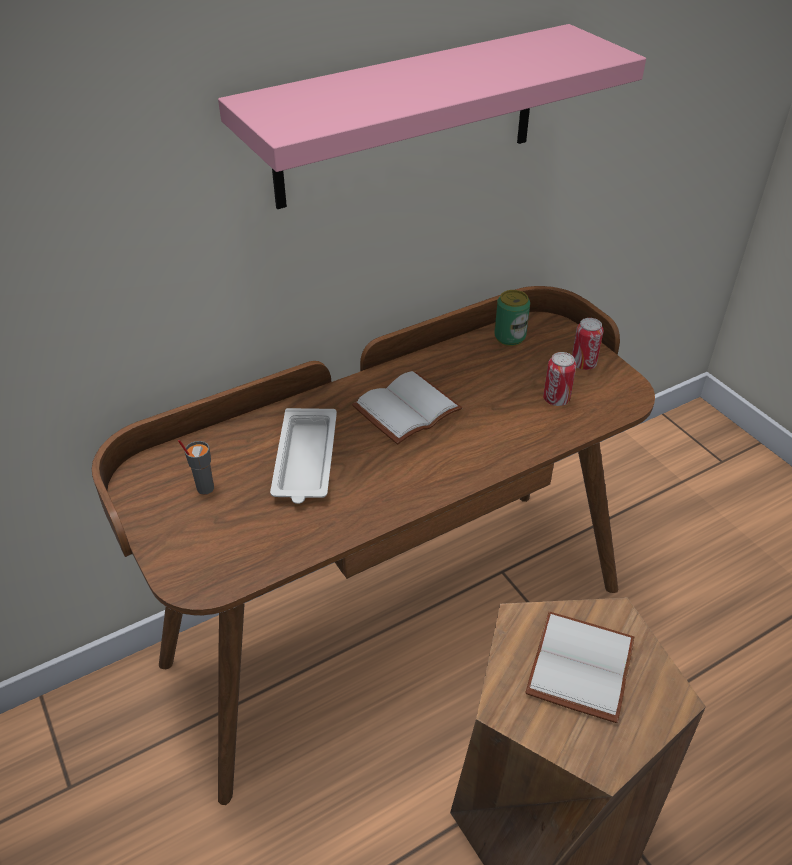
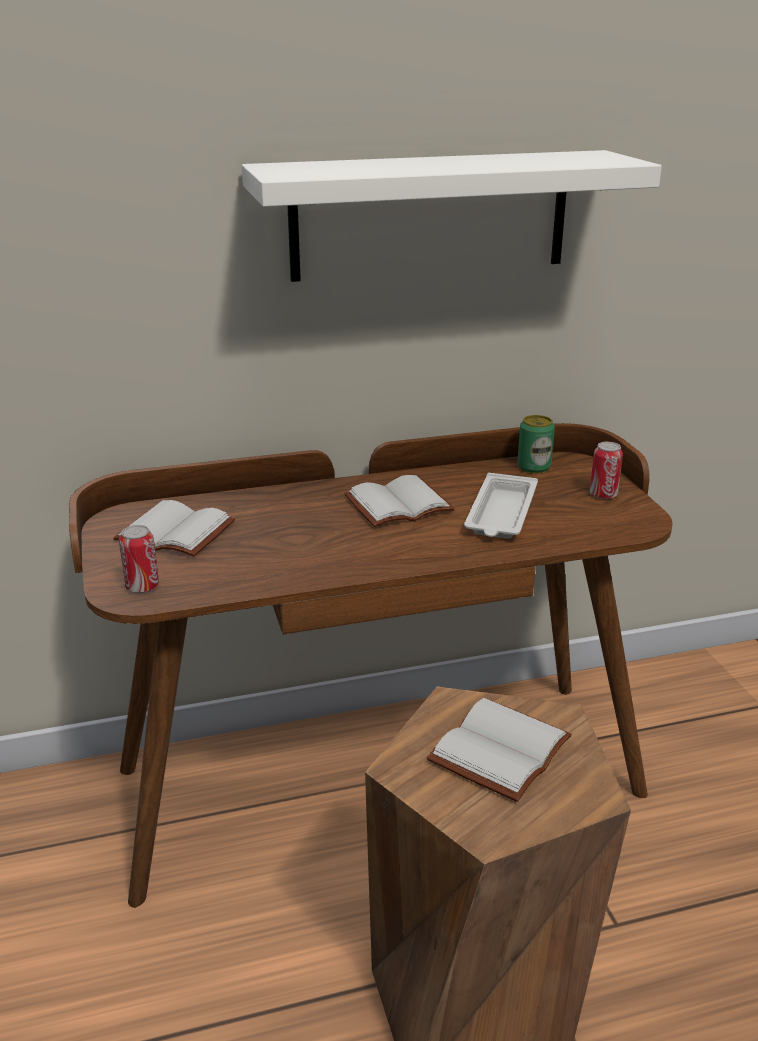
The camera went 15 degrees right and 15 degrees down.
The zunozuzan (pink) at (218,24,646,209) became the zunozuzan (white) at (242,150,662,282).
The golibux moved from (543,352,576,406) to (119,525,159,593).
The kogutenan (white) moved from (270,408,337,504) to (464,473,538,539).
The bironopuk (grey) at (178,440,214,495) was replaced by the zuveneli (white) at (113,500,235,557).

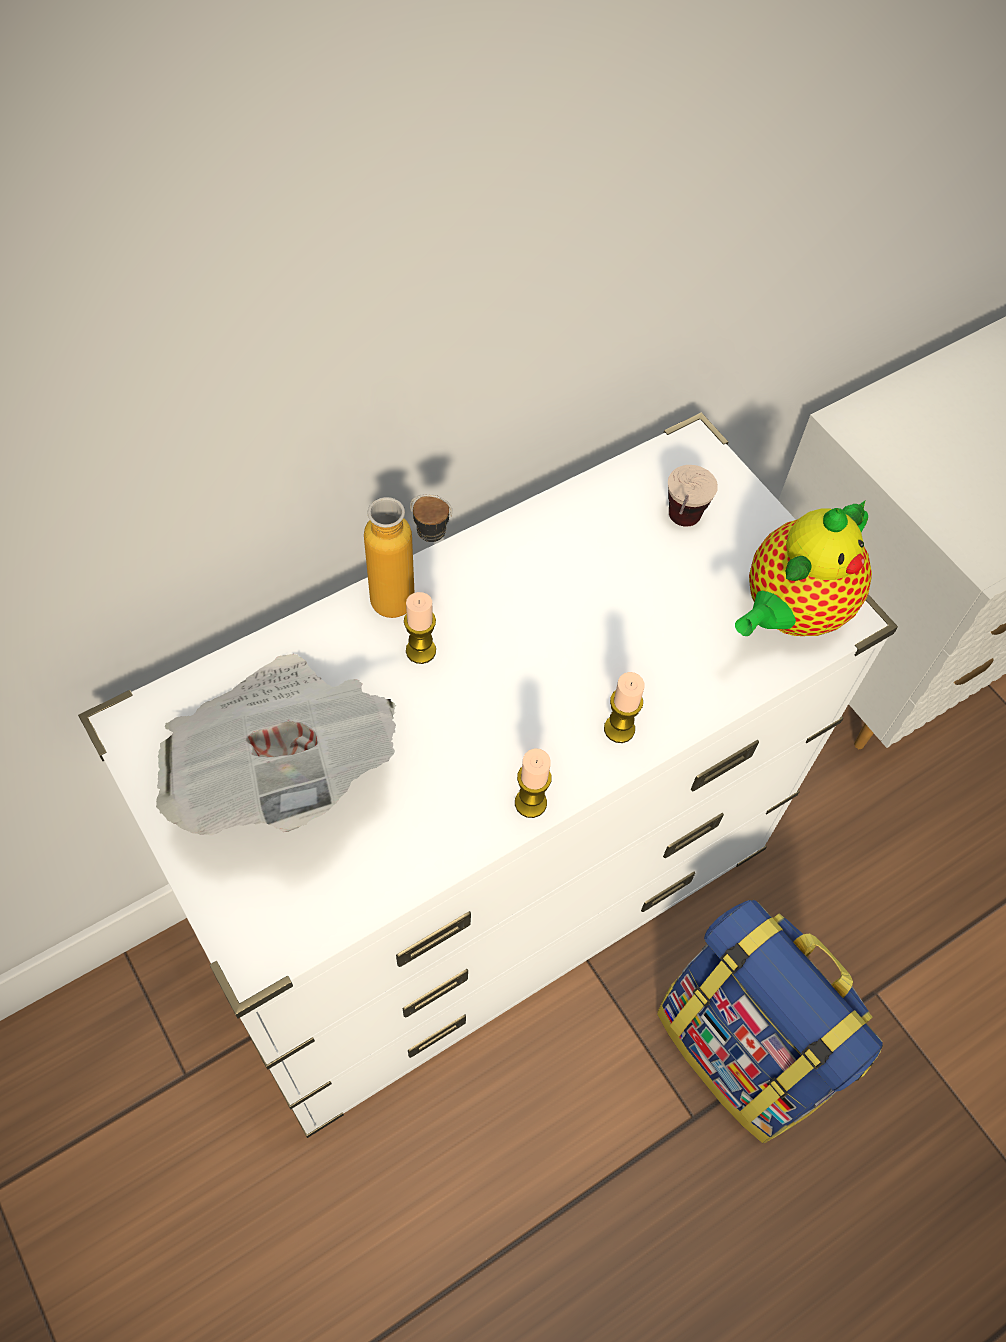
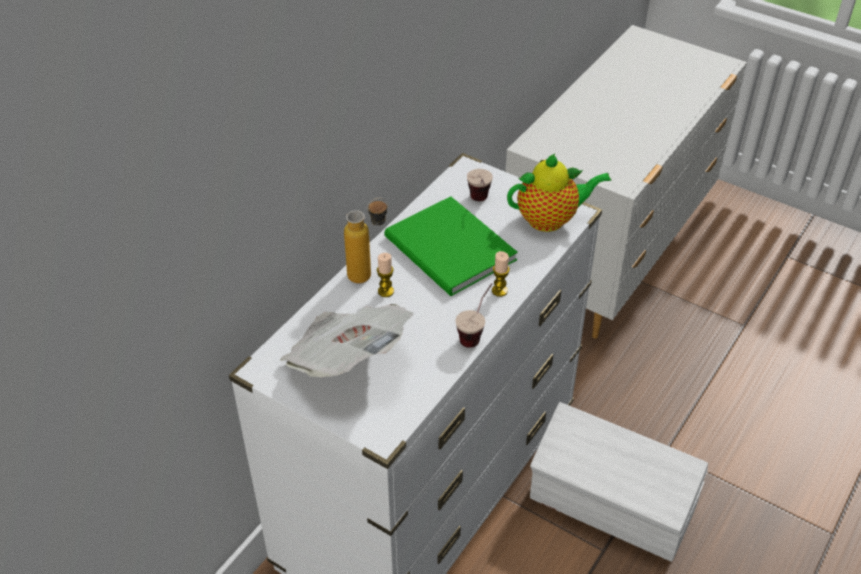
The camera went 20 degrees left and 15 degrees down.
The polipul at (735,501,872,636) turned 120 degrees counterclockwise.
The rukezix at (515,748,552,818) was replaced by the bironopuk at (455,283,492,348).
The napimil at (657,900,883,1143) was replaced by the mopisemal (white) at (530,402,708,562).
The zuveneli (green) at (384,196,518,296) appeared.

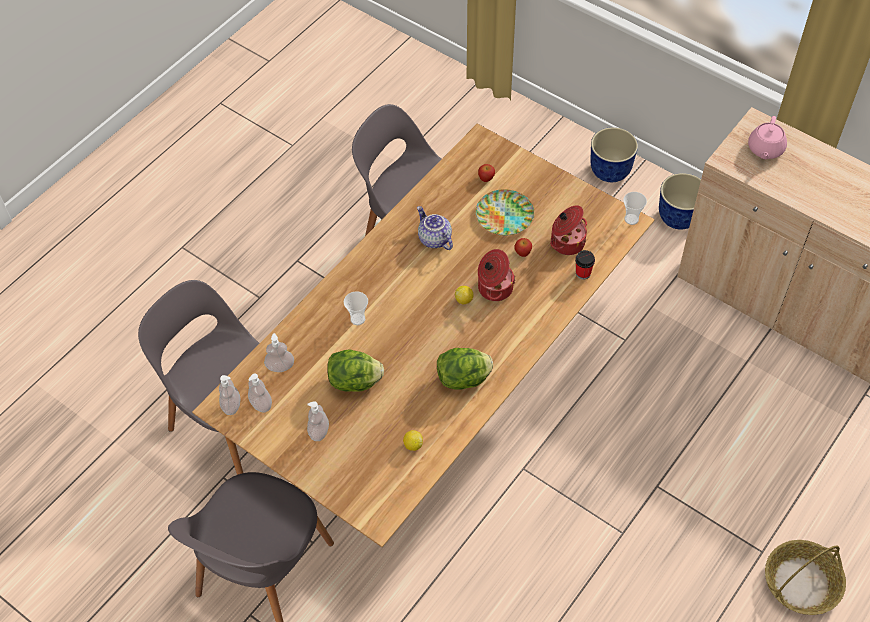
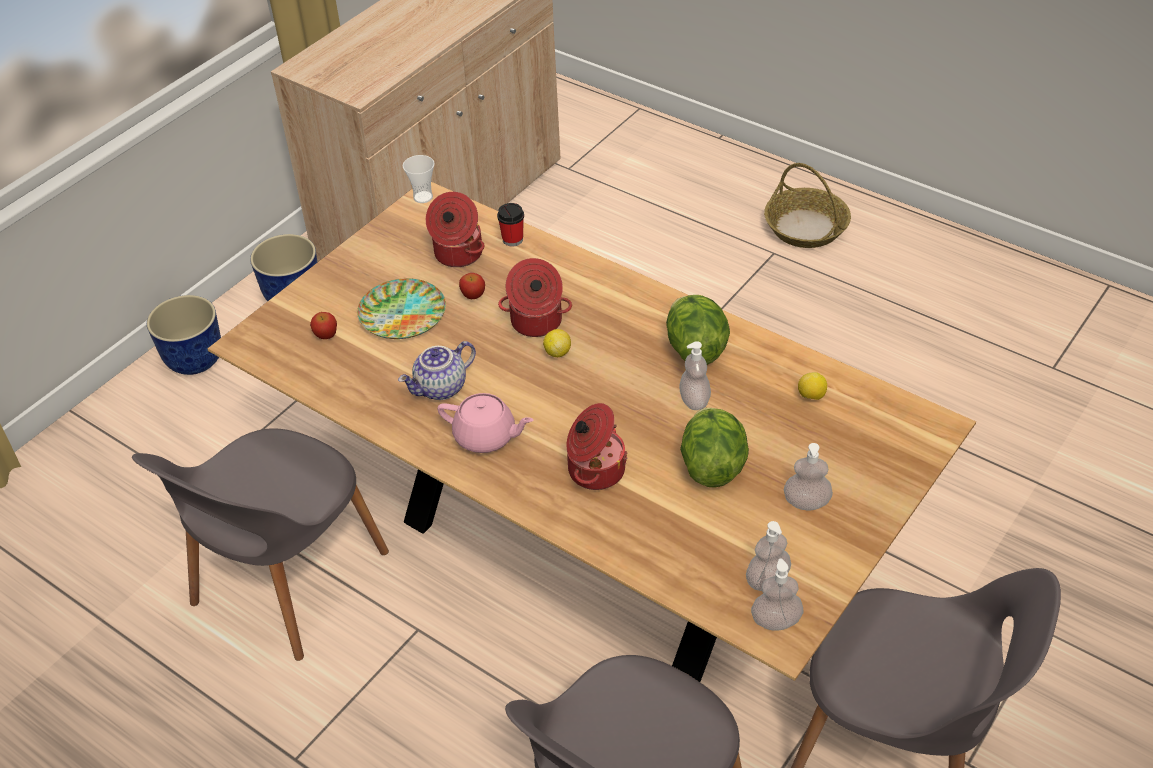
The camera went 90 degrees left and 10 degrees down.
The polipul (pink) moved from (748,116,787,159) to (437,393,534,453).
The bironopuk at (344,291,368,325) was replaced by the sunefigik at (567,403,628,490).
The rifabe moved from (264,333,294,372) to (679,341,711,410).

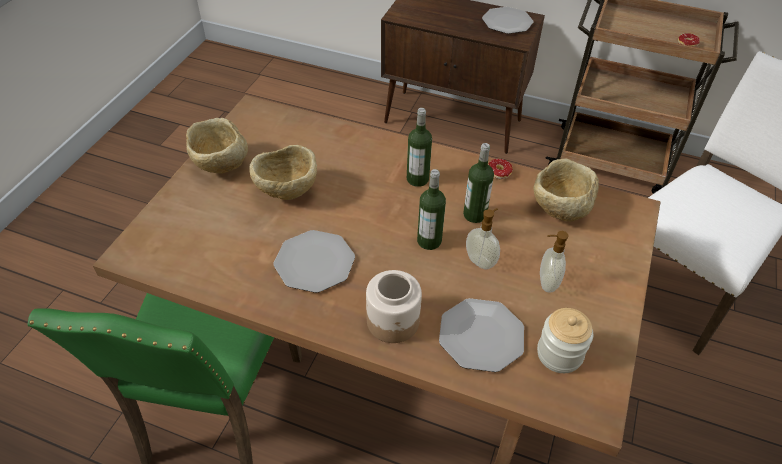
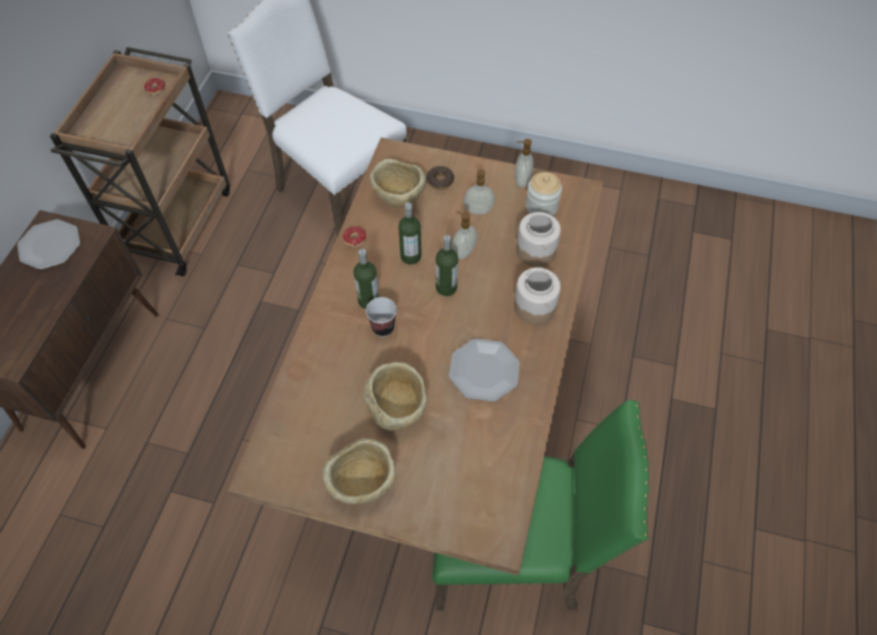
The camera went 95 degrees left and 10 degrees up.
The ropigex at (439,298,524,372) was replaced by the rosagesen at (516,212,561,267).
The rifabe at (515,139,533,187) appeared.
The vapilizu at (426,166,454,190) appeared.
The bironopuk at (366,297,397,337) appeared.

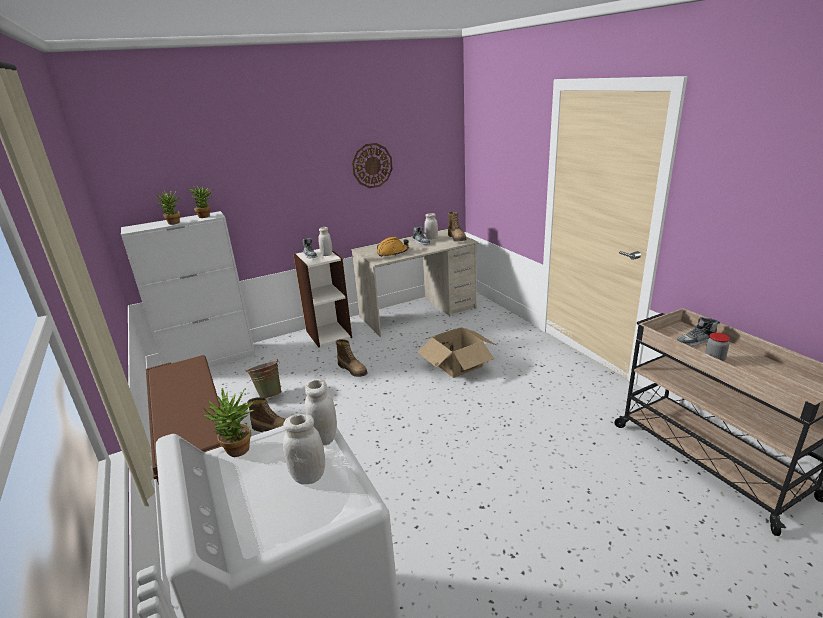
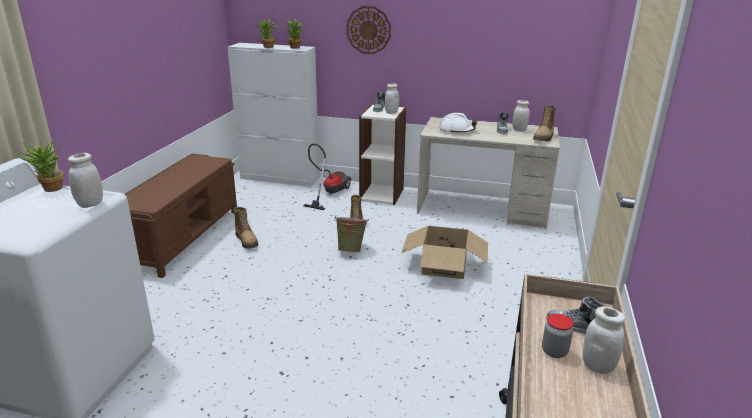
The camera went 40 degrees right and 0 degrees up.
The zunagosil moved from (352,143,393,188) to (346,6,391,54).
The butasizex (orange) at (377,237,409,257) became the butasizex (white) at (439,113,477,133).
The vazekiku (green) moved from (245,359,282,399) to (334,216,369,252).
The rosagesen (white) moved from (283,414,325,484) to (583,306,625,374).
The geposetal at (303,144,351,210) appeared.

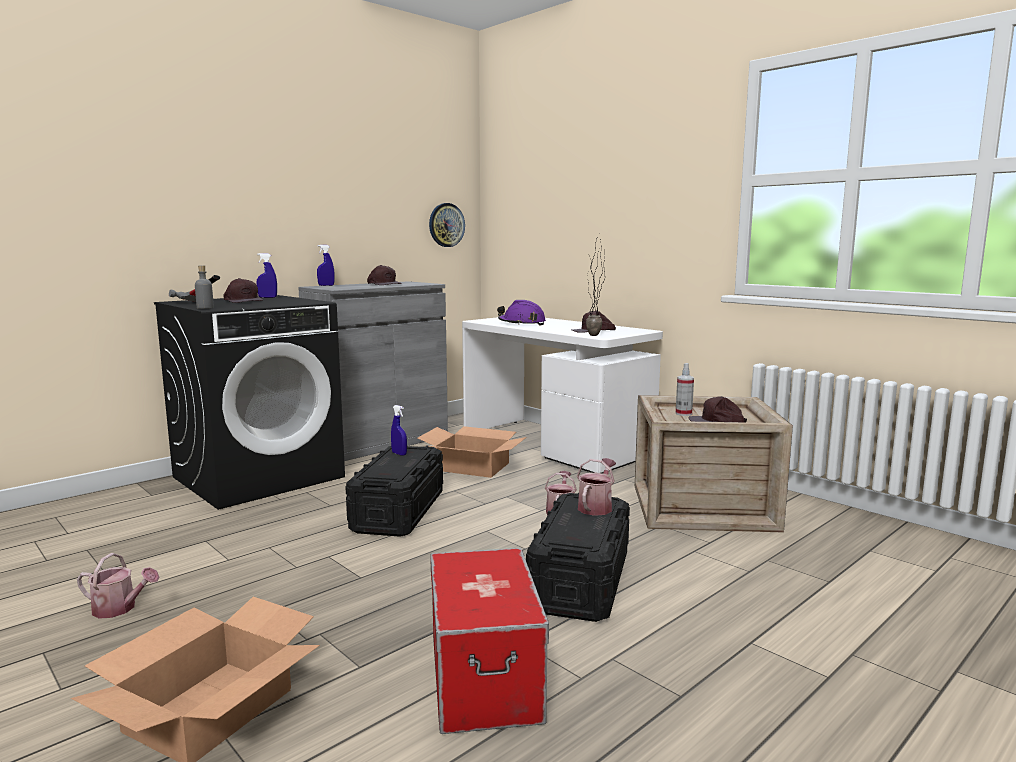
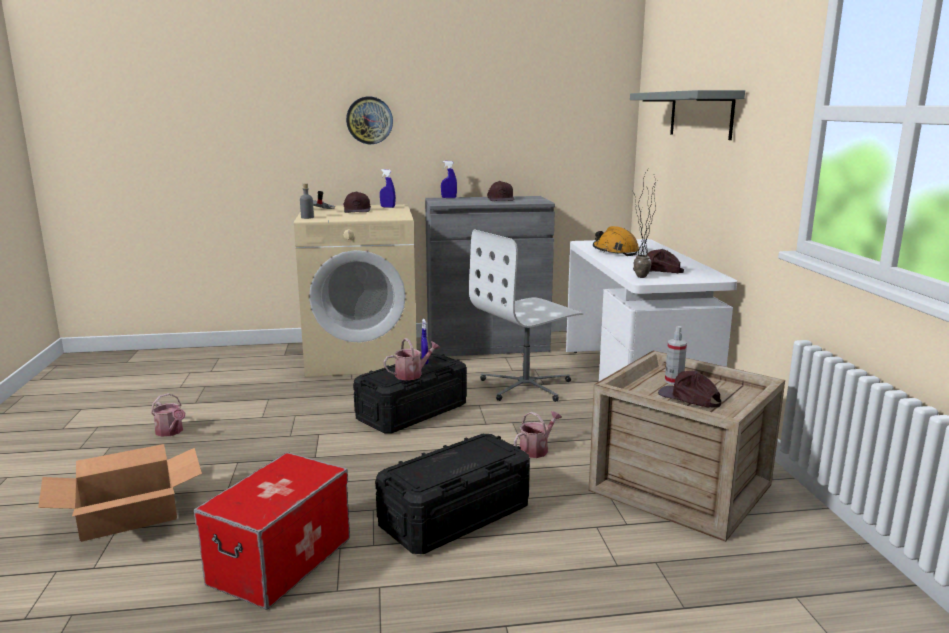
The camera went 35 degrees right and 5 degrees up.
The zunagosil moved from (429,203,465,247) to (346,97,393,144).
The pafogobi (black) at (154,295,345,510) became the pafogobi (beige) at (294,204,417,377).
The butasizex (purple) at (497,300,546,325) became the butasizex (orange) at (593,226,639,256).
The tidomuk at (418,426,527,478) was replaced by the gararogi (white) at (469,229,584,402).
The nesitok moved from (577,458,616,516) to (383,338,440,380).
The zunozuzan (grey) at (630,90,745,140) appeared.

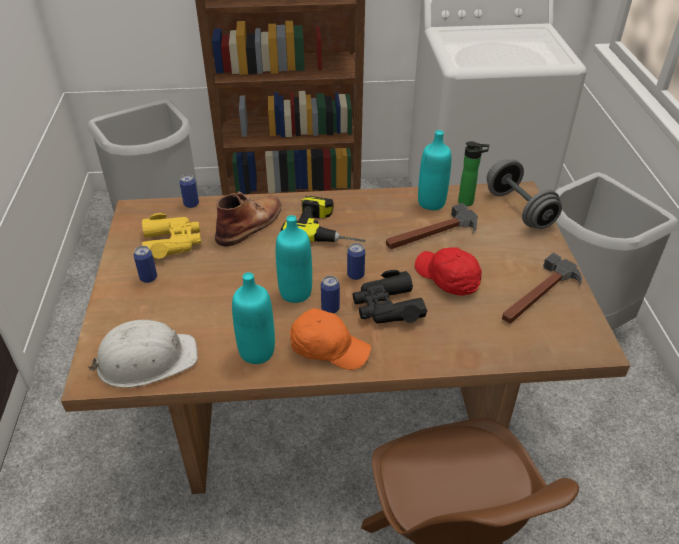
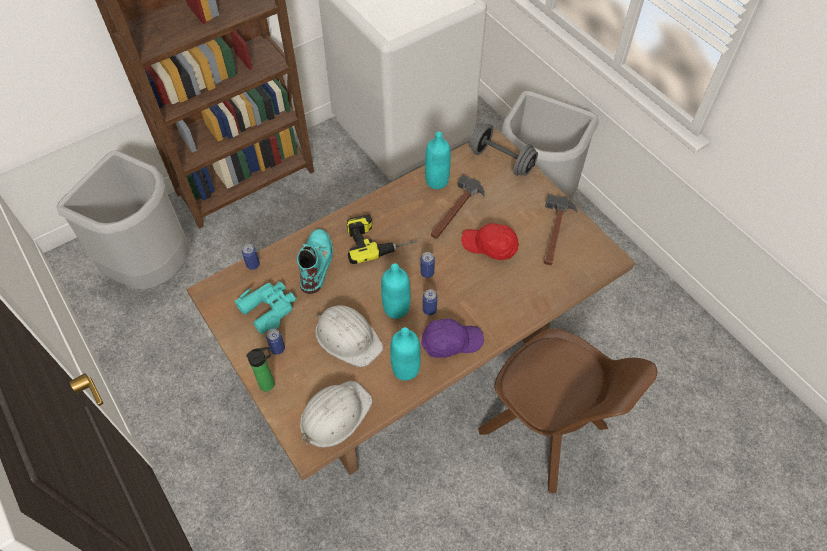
The camera went 30 degrees left and 15 degrees up.
The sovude moved from (458,141,489,206) to (246,347,275,391).
The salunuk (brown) at (215,191,281,247) became the salunuk (turquoise) at (297,229,333,294).
The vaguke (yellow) at (142,213,201,259) became the vaguke (turquoise) at (234,282,296,334).
The vaguke (black) at (353,270,427,323) disappeared.
The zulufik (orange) at (290,308,371,370) became the zulufik (purple) at (421,319,484,358).
The butasizex (white) at (315,305,383,367) appeared.

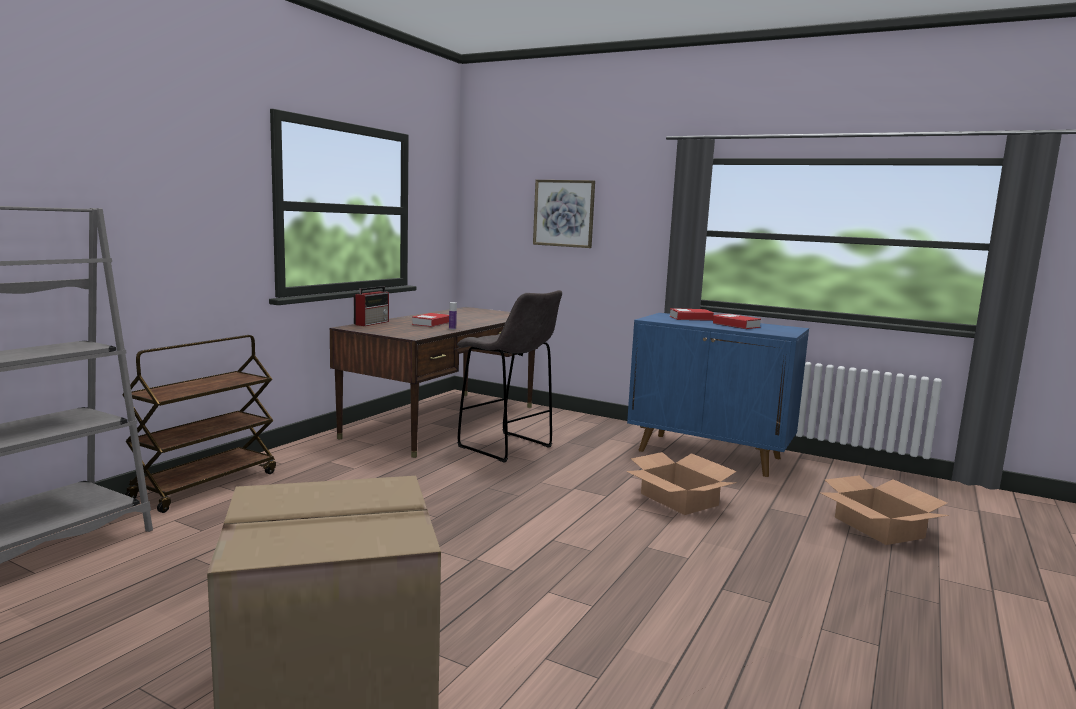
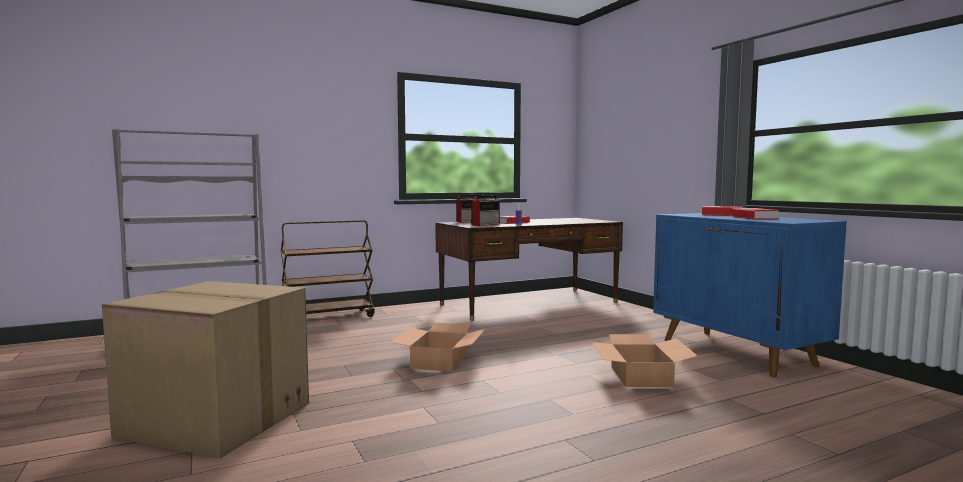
The camera went 35 degrees right and 5 degrees down.
The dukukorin at (533,180,595,248) disappeared.
The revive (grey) at (457,290,562,463) disappeared.
The tidomuk moved from (821,476,949,545) to (391,322,485,372).
The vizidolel at (471,195,500,226) appeared.

